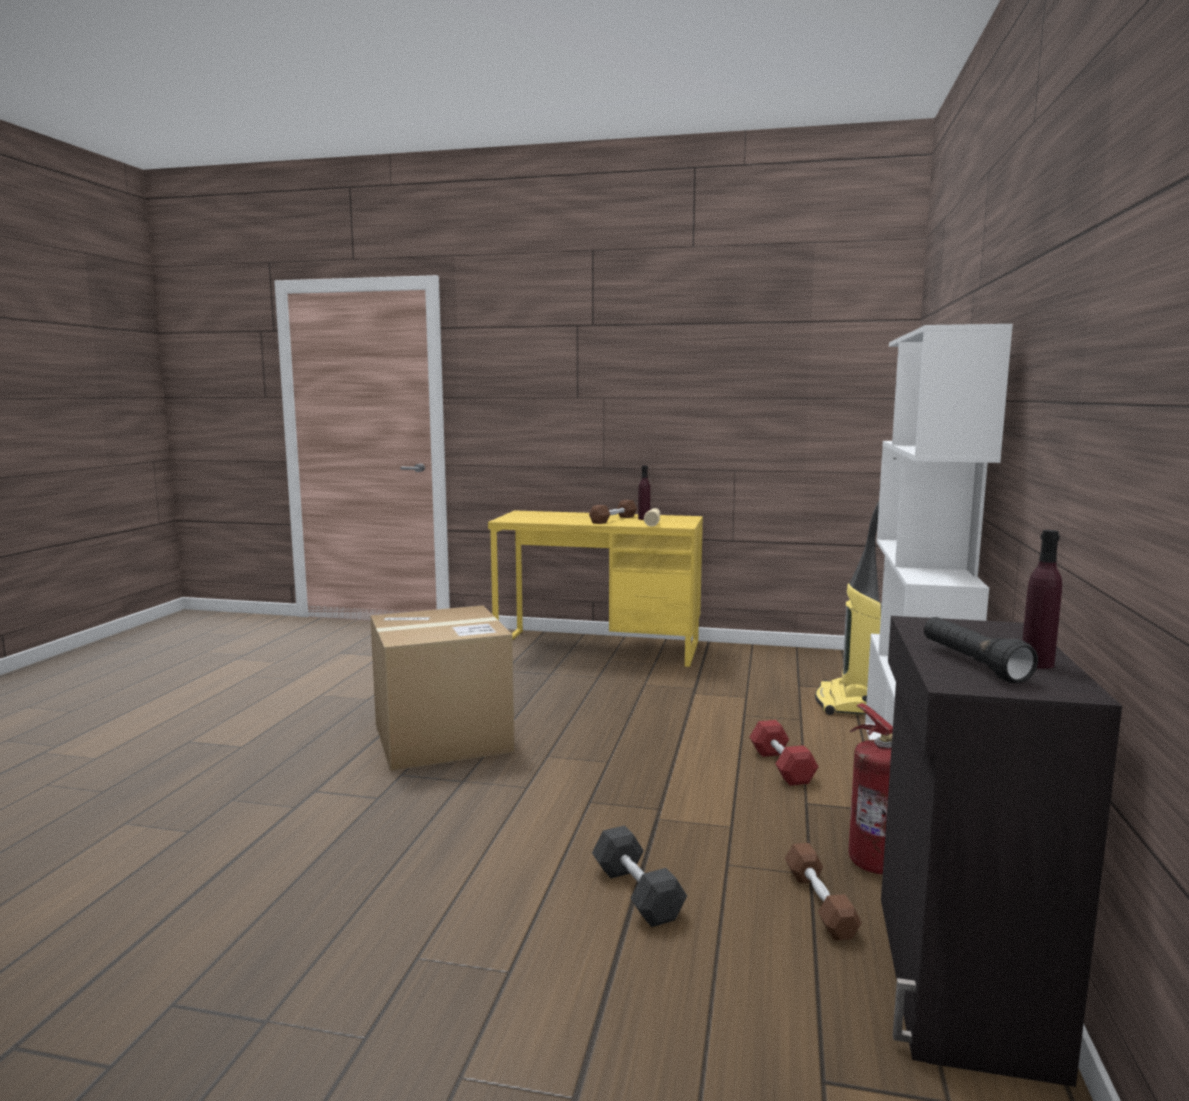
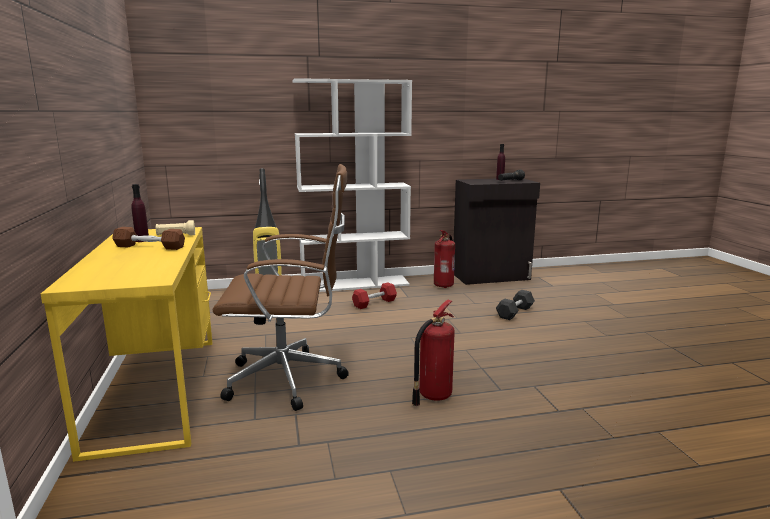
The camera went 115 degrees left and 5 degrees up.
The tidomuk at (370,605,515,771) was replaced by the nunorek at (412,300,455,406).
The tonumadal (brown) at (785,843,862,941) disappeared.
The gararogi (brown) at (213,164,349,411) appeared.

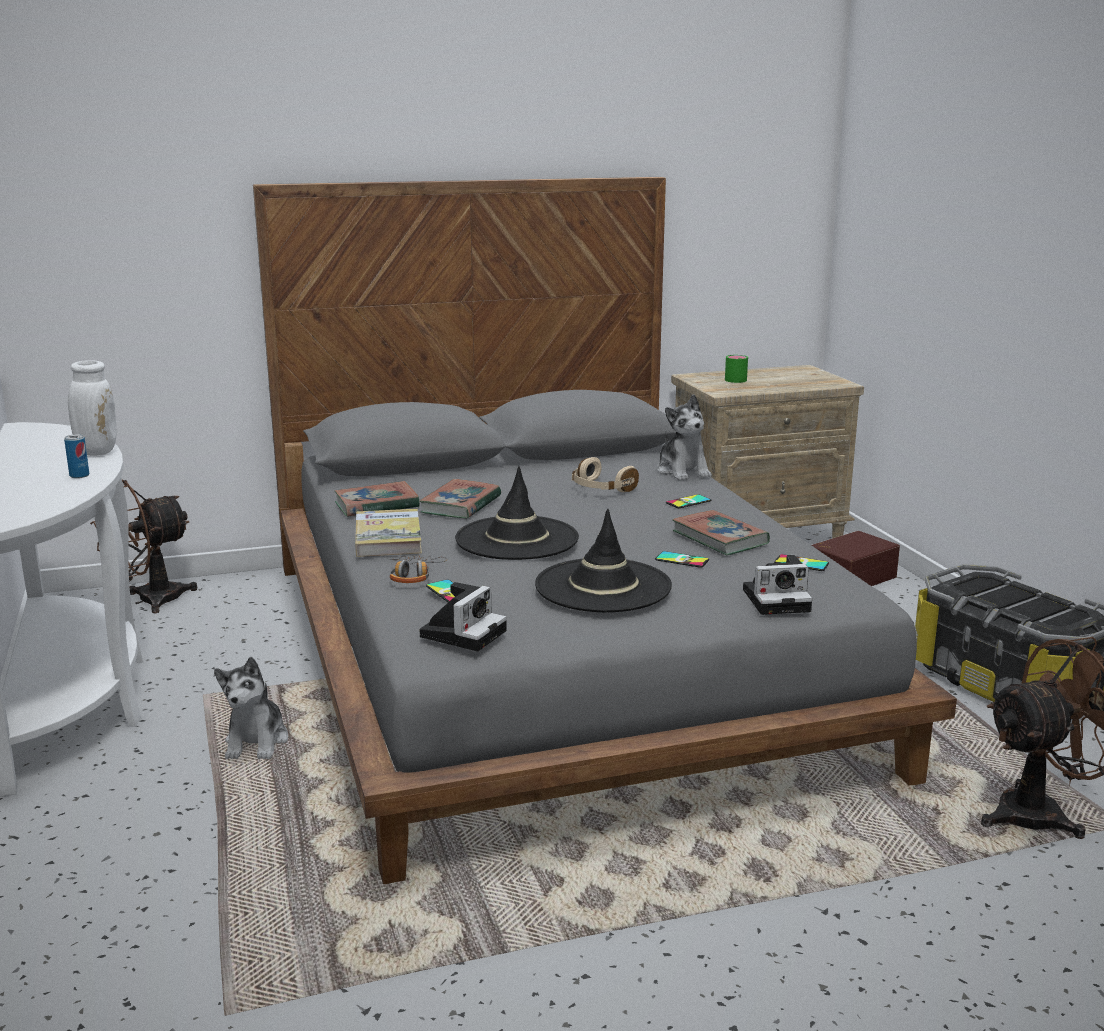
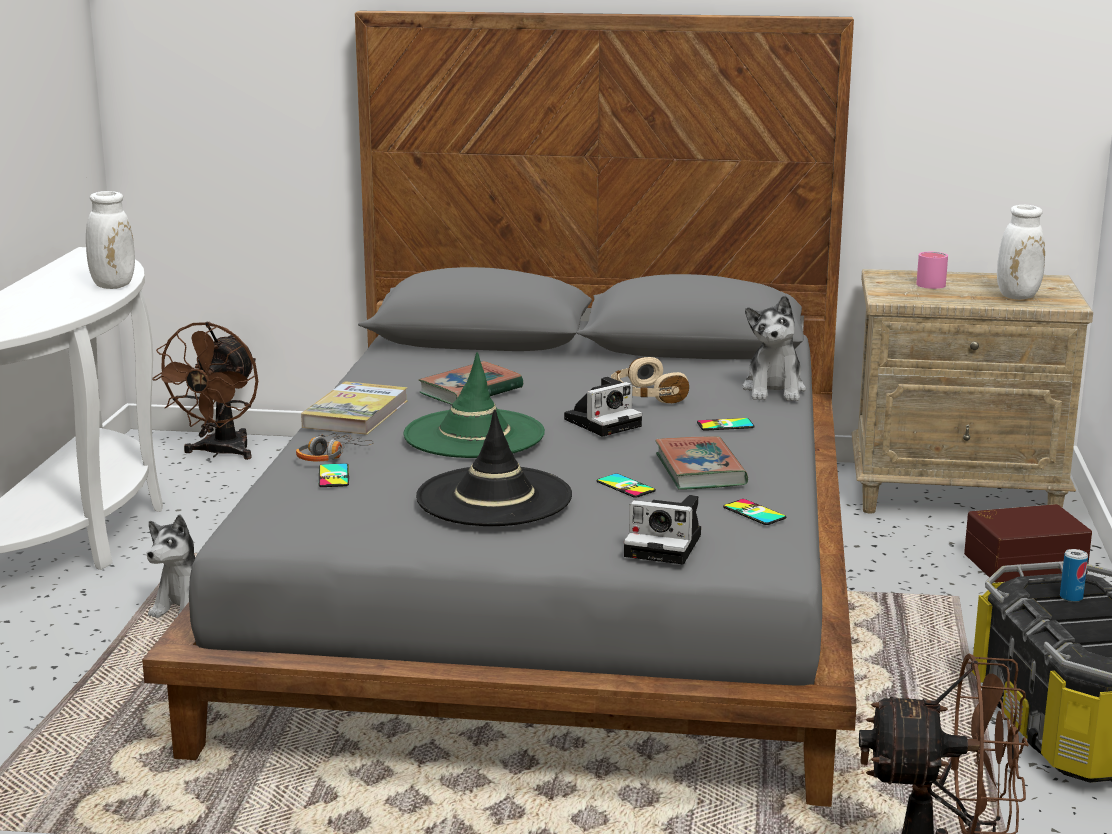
The camera went 25 degrees right and 0 degrees up.
The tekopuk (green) at (725,355,748,383) became the tekopuk (pink) at (916,252,948,289).
The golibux moved from (64,434,89,478) to (1060,549,1088,602).
The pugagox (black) at (455,466,579,560) became the pugagox (green) at (403,352,545,458).
The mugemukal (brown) at (90,480,197,613) turned 60 degrees counterclockwise.
The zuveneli at (334,481,420,517) disappeared.
The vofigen moved from (419,582,507,651) to (564,377,642,437).
The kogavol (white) at (997,205,1045,300) appeared.

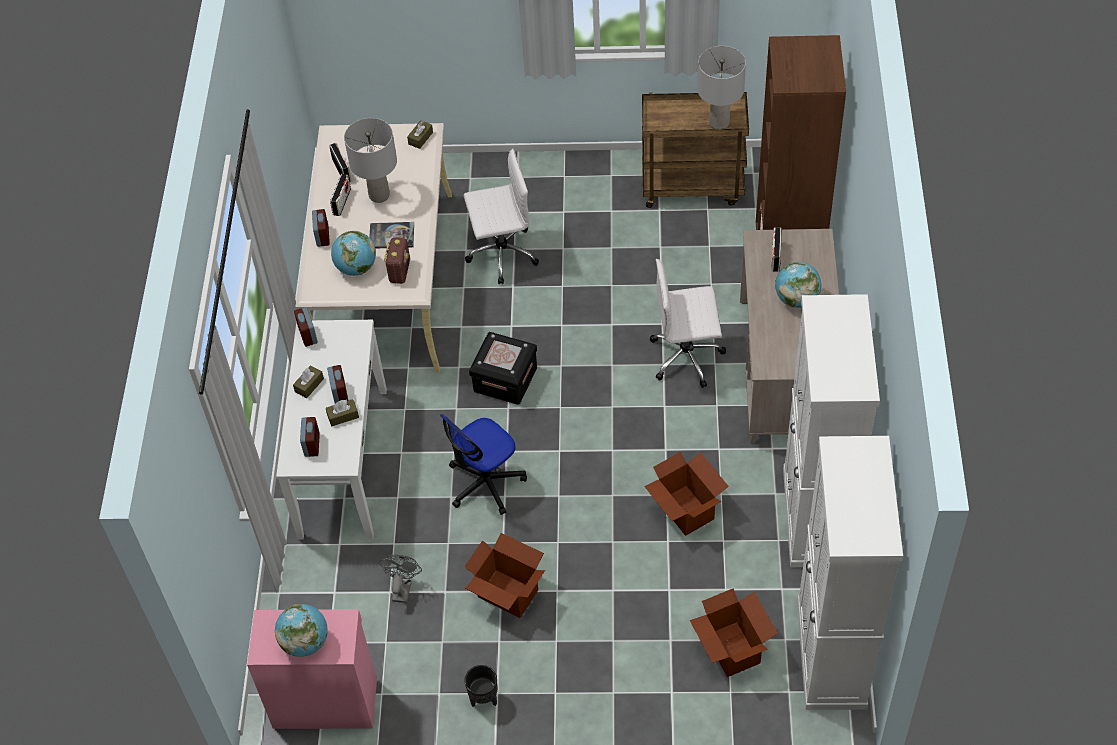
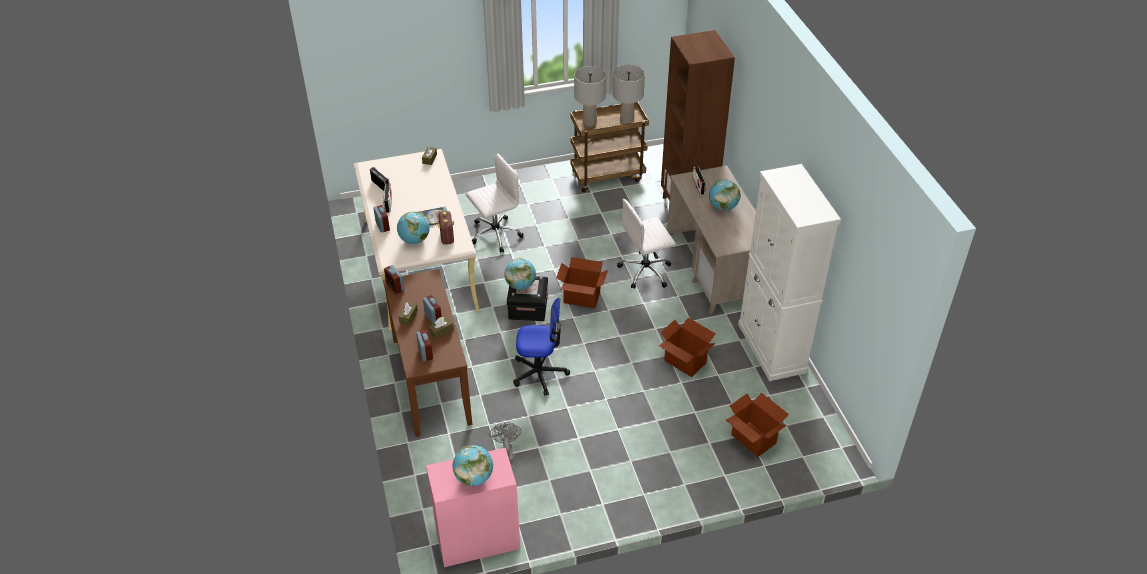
The camera went 20 degrees left and 10 degrees down.
The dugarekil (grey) moved from (344,118,397,203) to (574,66,606,127).
The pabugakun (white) at (276,320,387,540) became the pabugakun (brown) at (383,269,472,437).
The gararogi at (440,414,527,515) turned 120 degrees counterclockwise.
The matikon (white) at (797,436,903,710) disappeared.
The tidomuk moved from (464,533,545,618) to (556,257,608,308).
The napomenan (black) at (464,665,498,707) disappeared.
The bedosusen at (505,258,536,290) appeared.

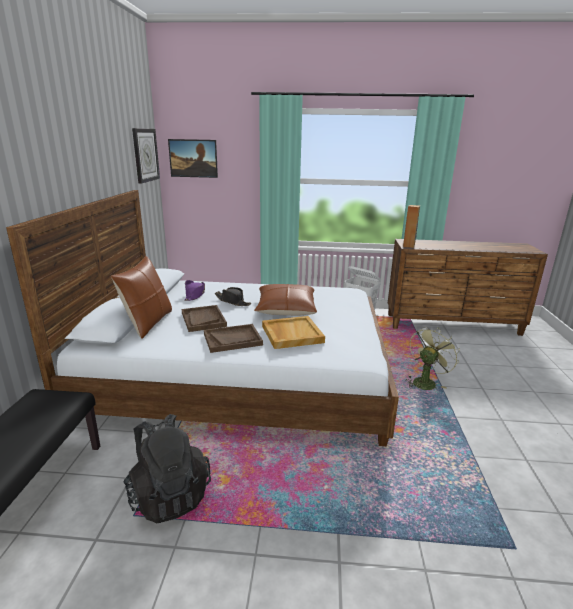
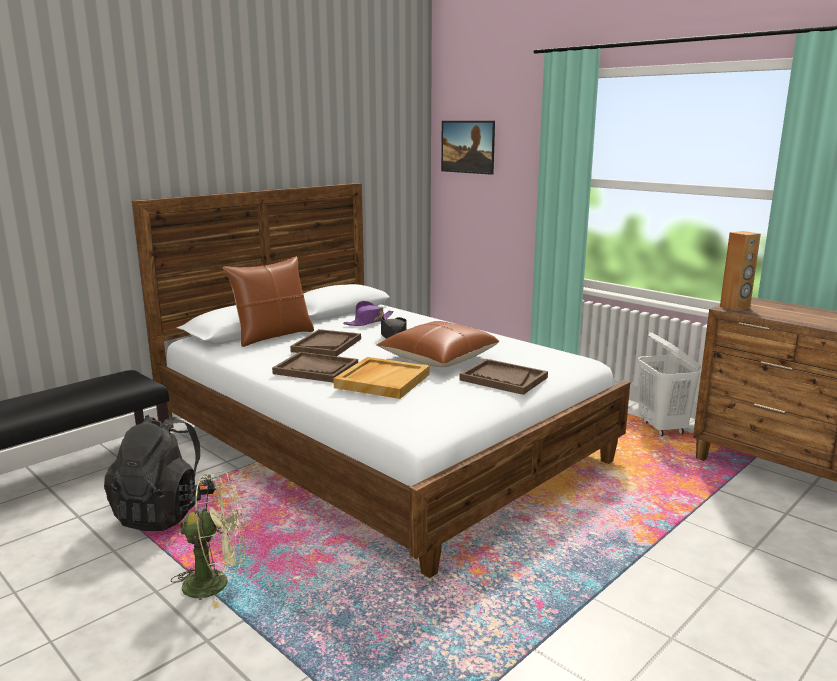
The camera went 40 degrees right and 5 degrees down.
The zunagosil at (132,128,160,184) disappeared.
The mugemukal (green) moved from (406,327,460,390) to (171,471,246,609).
The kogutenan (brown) at (460,359,548,395) appeared.

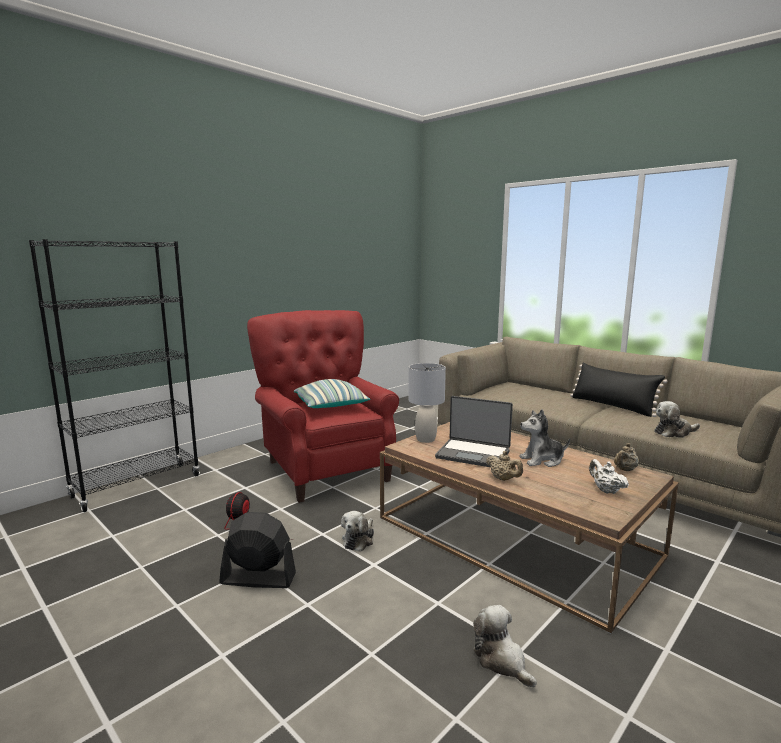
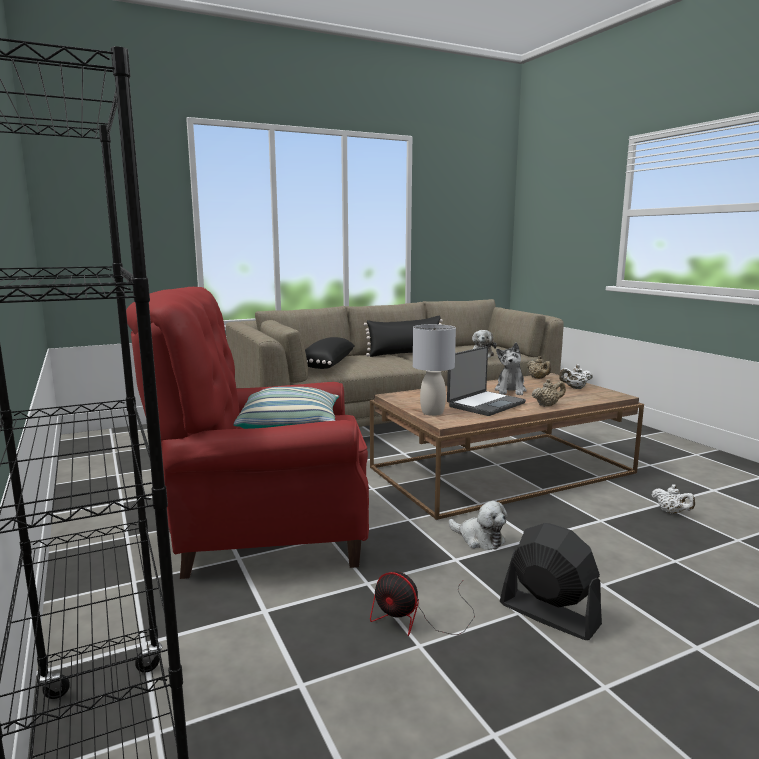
The camera went 70 degrees left and 0 degrees up.
The mugemukal (black) at (219,512,296,588) turned 105 degrees clockwise.
The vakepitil at (473,605,537,688) was replaced by the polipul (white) at (652,484,695,514).
The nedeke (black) at (305,337,354,369) appeared.

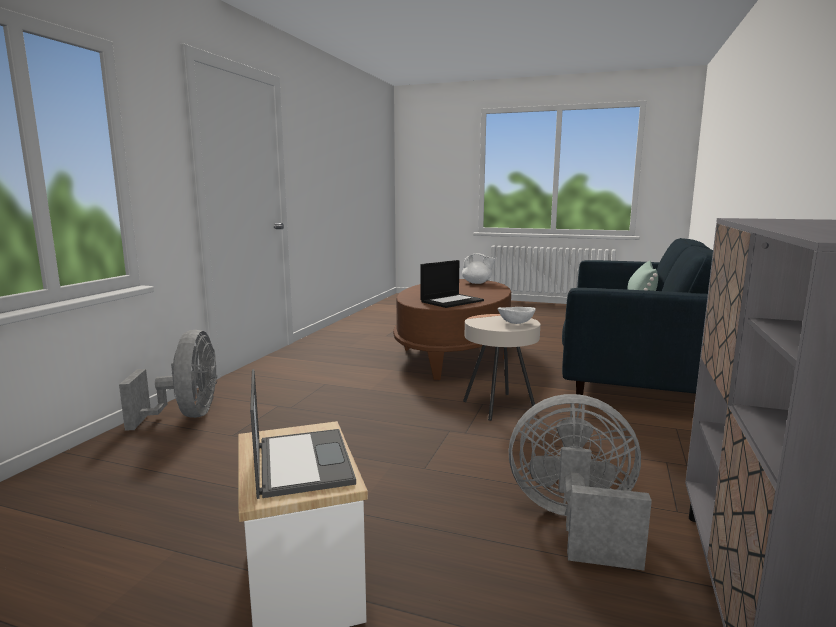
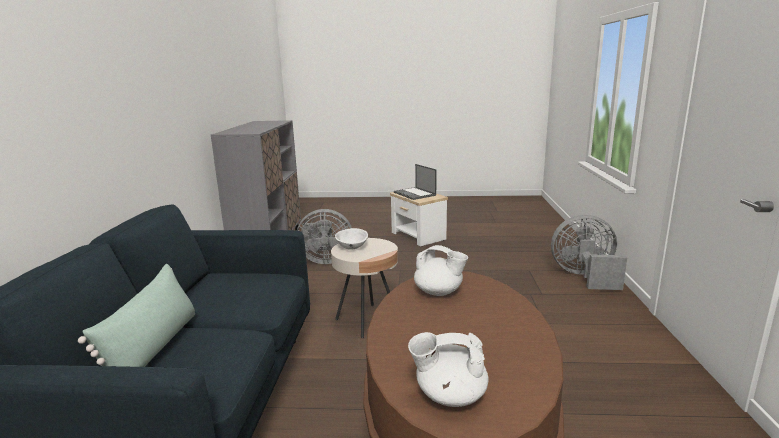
The camera went 165 degrees right and 5 degrees up.
The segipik at (420,260,484,308) was replaced by the polipul (white) at (414,245,468,296).
The mugemukal (grey) at (119,330,217,431) turned 120 degrees clockwise.

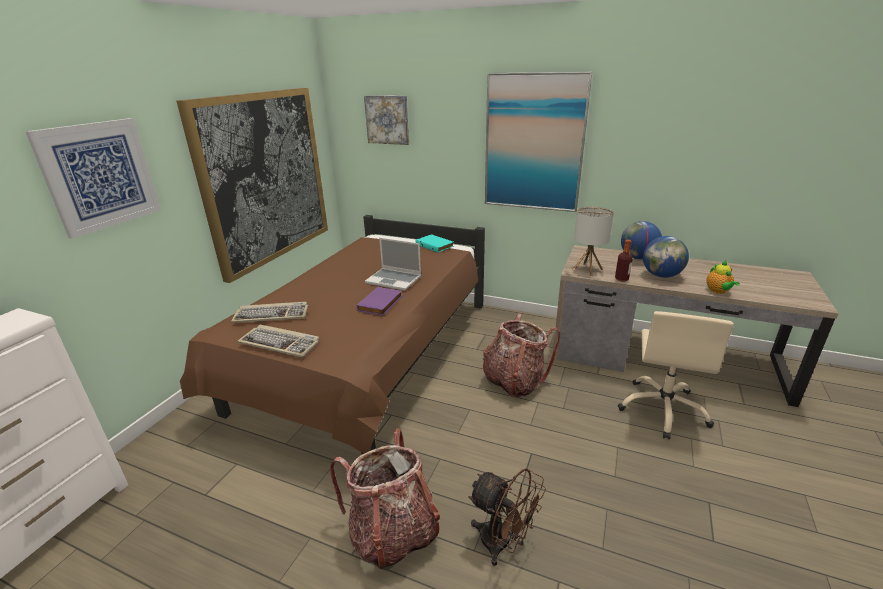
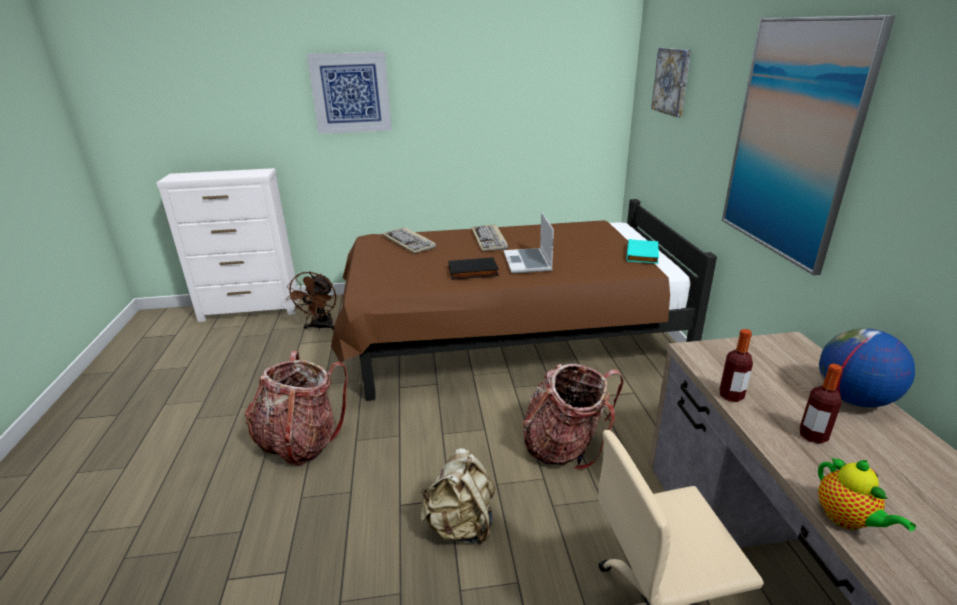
The camera went 60 degrees right and 0 degrees up.
The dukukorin at (176,88,328,283) disappeared.
The dugarekil at (572,207,614,276) disappeared.
The bedosusen at (643,236,689,278) was replaced by the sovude at (799,364,843,444).
The polipul at (706,261,740,294) turned 75 degrees counterclockwise.
The zuveneli (purple) at (357,287,402,315) became the zuveneli (black) at (449,257,499,280).
The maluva moved from (237,325,319,357) to (471,224,508,251).
The mugemukal (brown) moved from (468,468,546,566) to (286,271,336,330).
The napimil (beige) at (420,448,495,546) appeared.

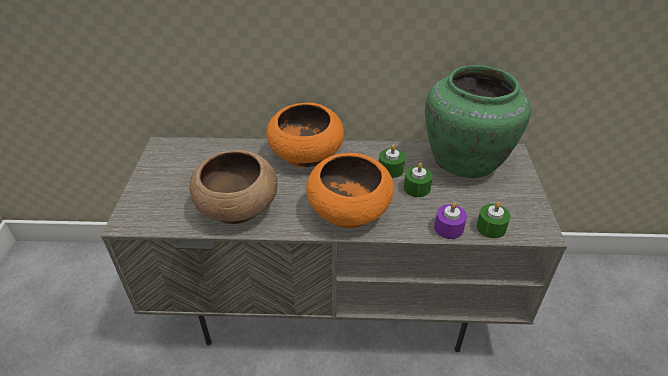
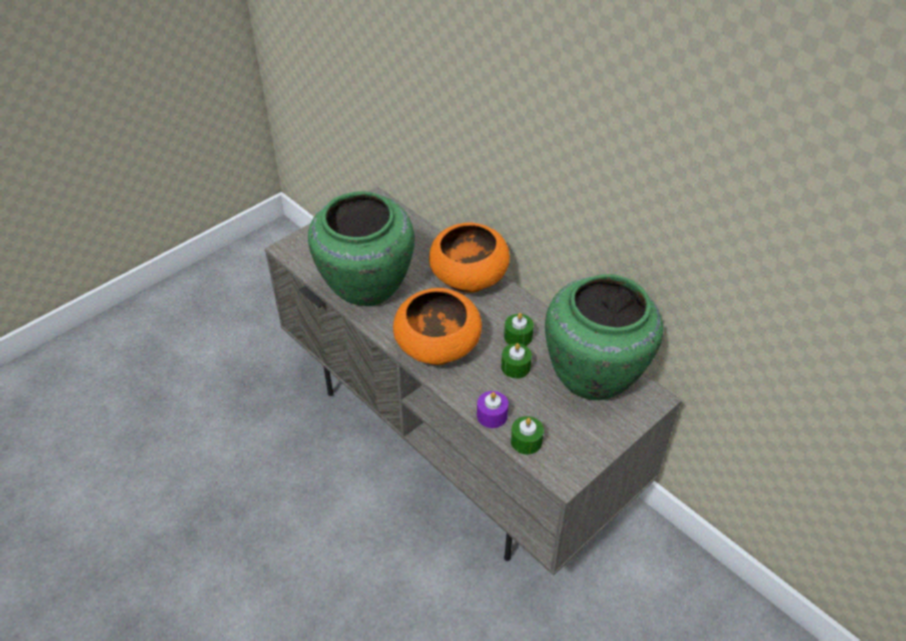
The camera went 45 degrees right and 5 degrees up.
The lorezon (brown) at (189,150,277,224) was replaced by the kogavol (green) at (308,191,415,306).

